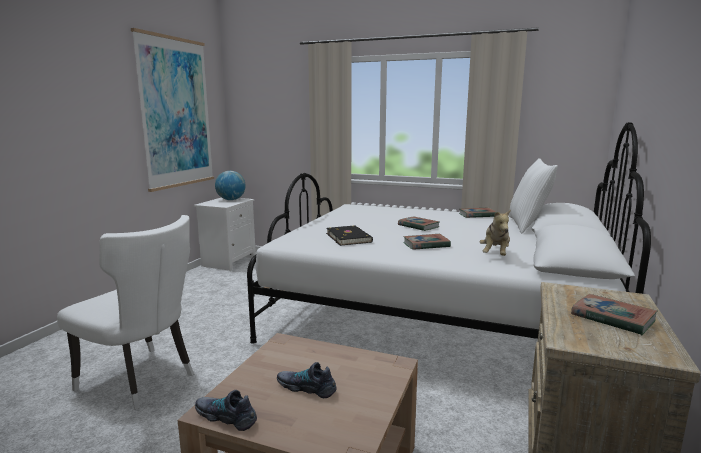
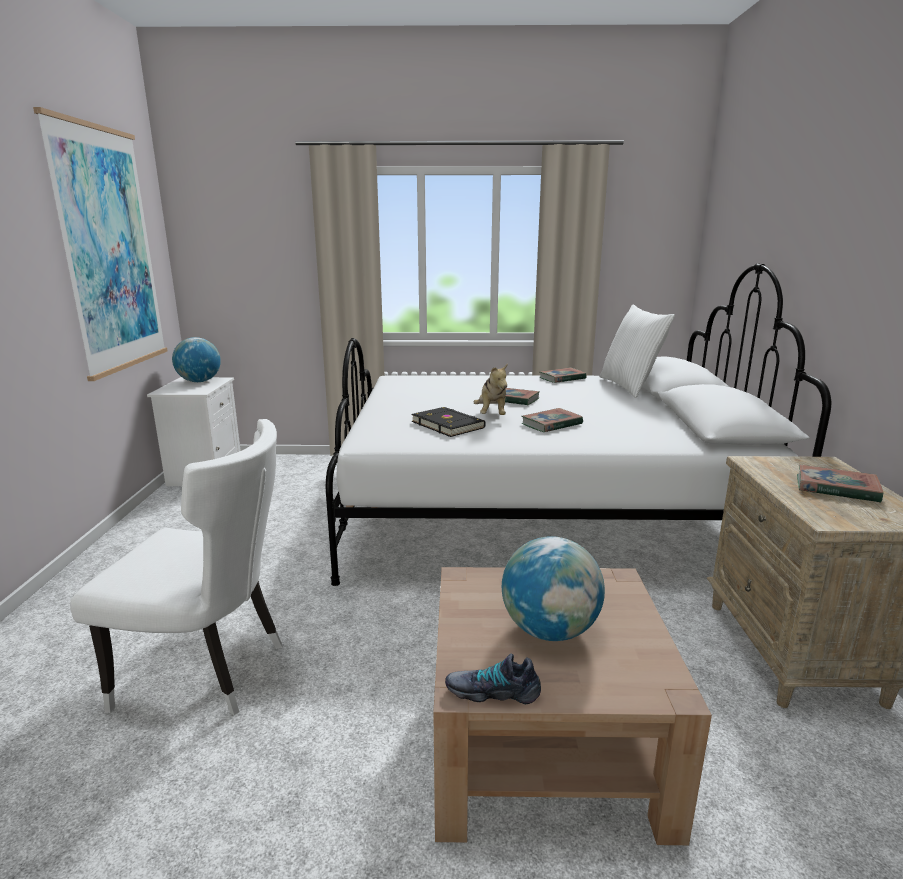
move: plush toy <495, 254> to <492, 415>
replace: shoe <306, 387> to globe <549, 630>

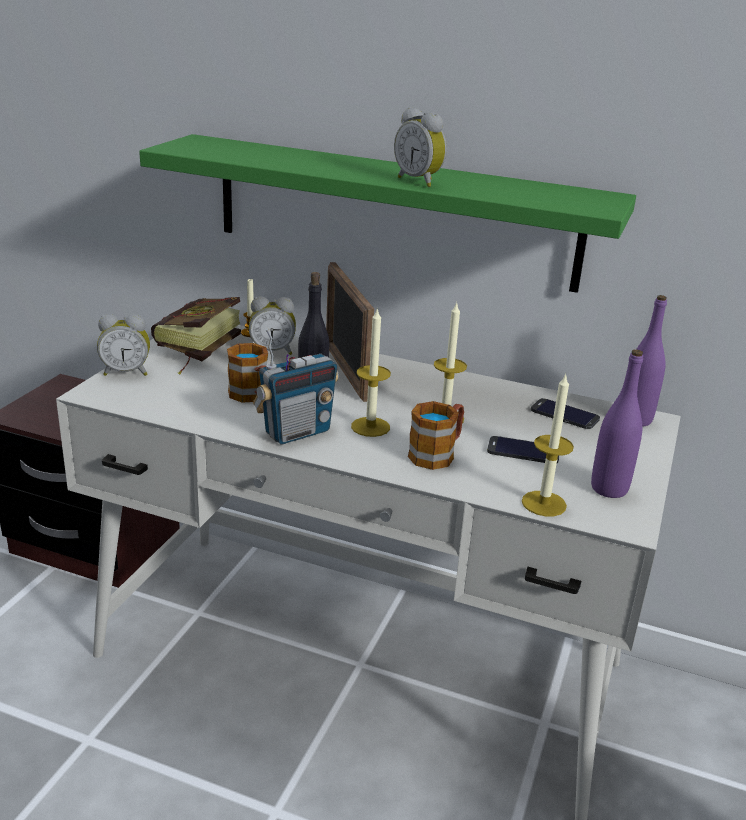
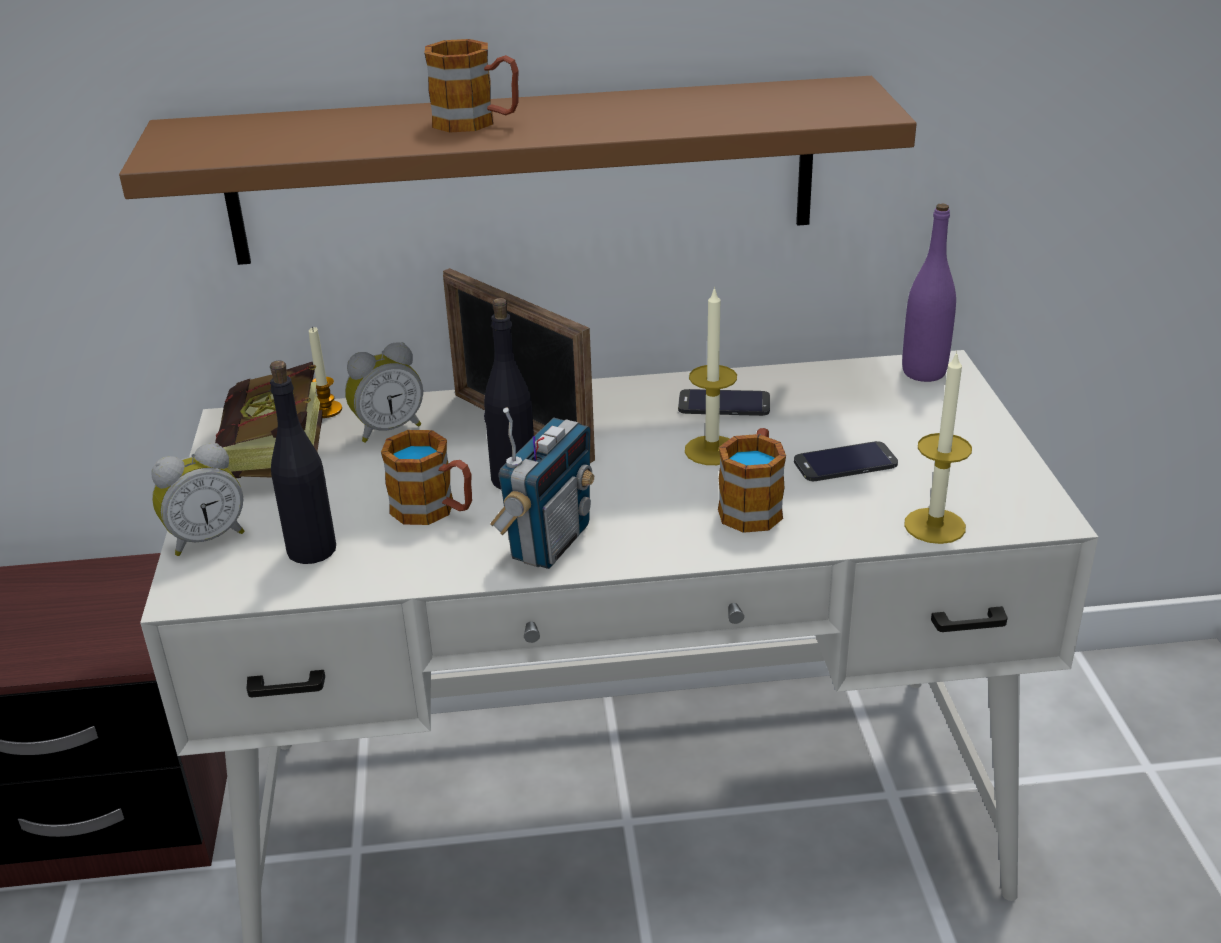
delete: candle <370, 427>; alarm clock <420, 181>; purple bottle <609, 489>
insert: black bottle <312, 549>; mug <476, 123>
move: phone <564, 414> to <724, 404>
recolor: green shelf <393, 211> to brown shelf <523, 171>

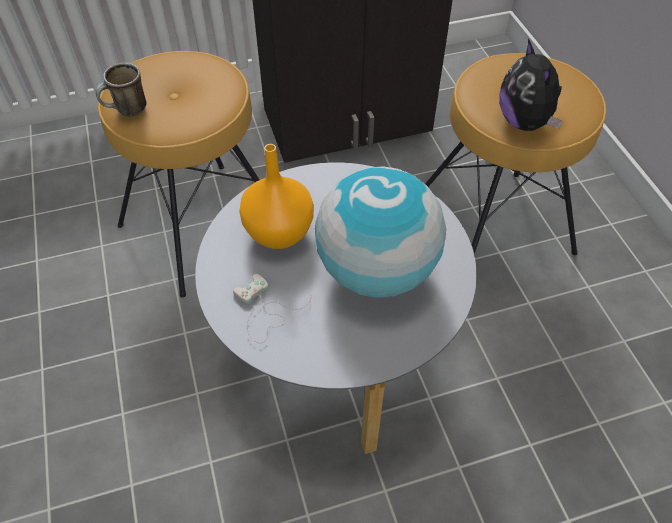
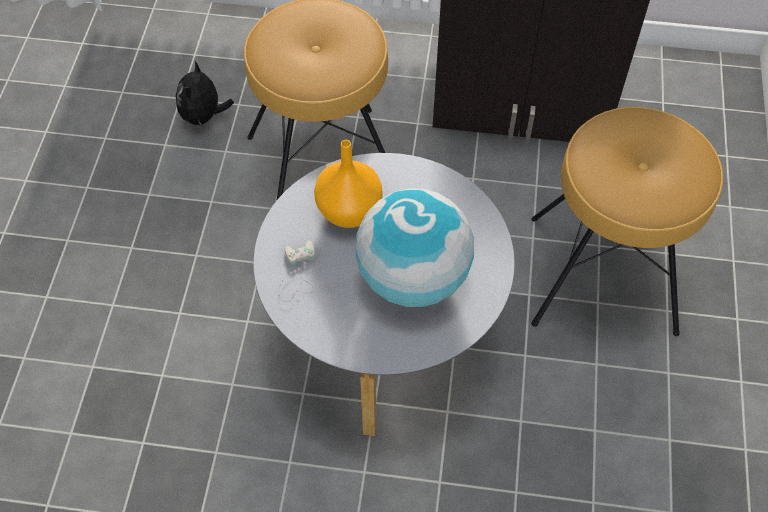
delete: mug <127, 112>
move: plush toy <525, 122> to <204, 117>

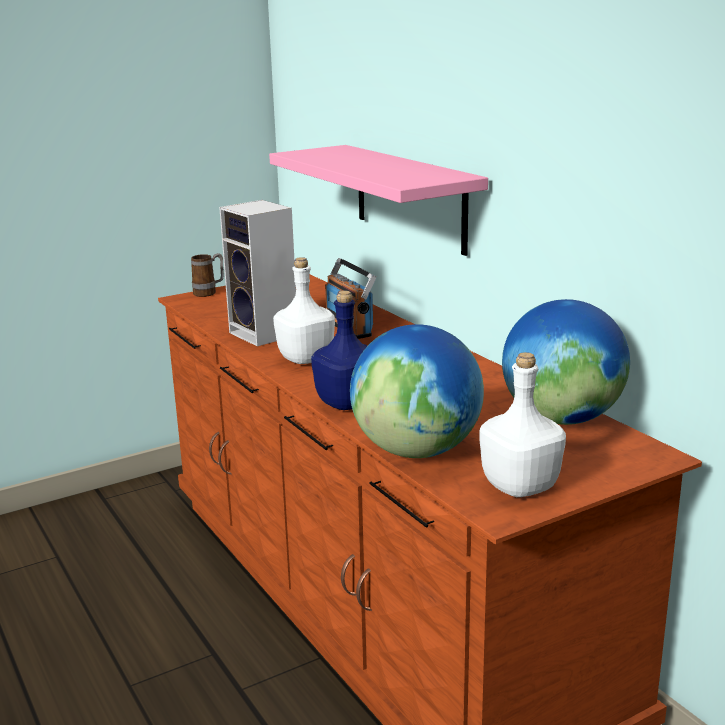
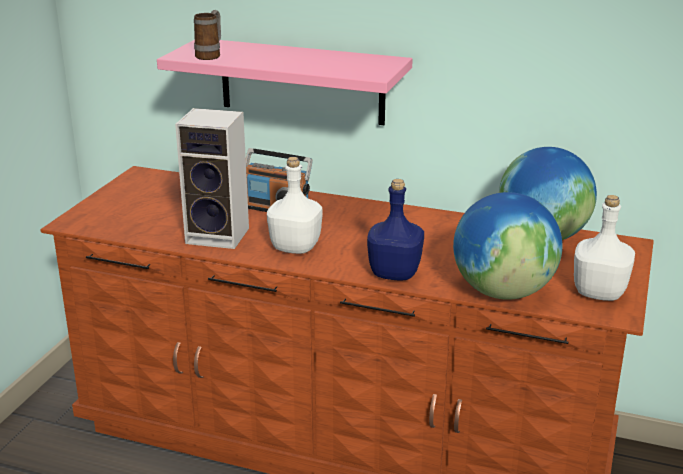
move: mug <209, 293> to <211, 55>

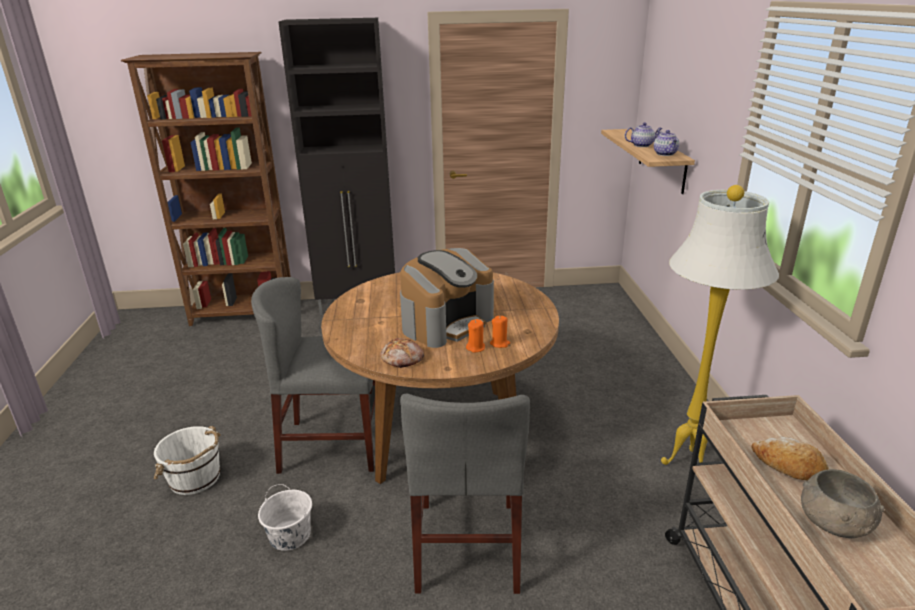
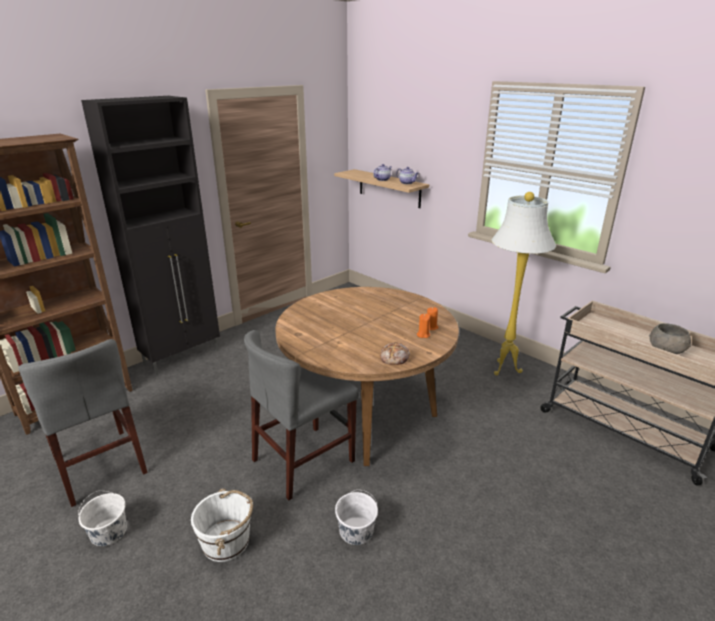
delete: coffee machine <446, 323>; bread <788, 466>
insert: white bucket <108, 532>
move: grey chair <467, 545> to <99, 465>

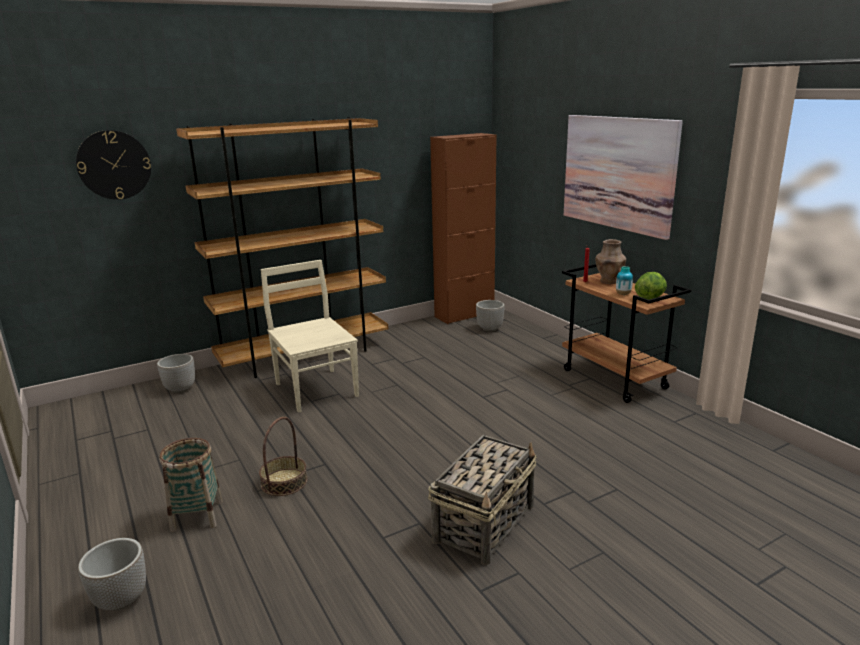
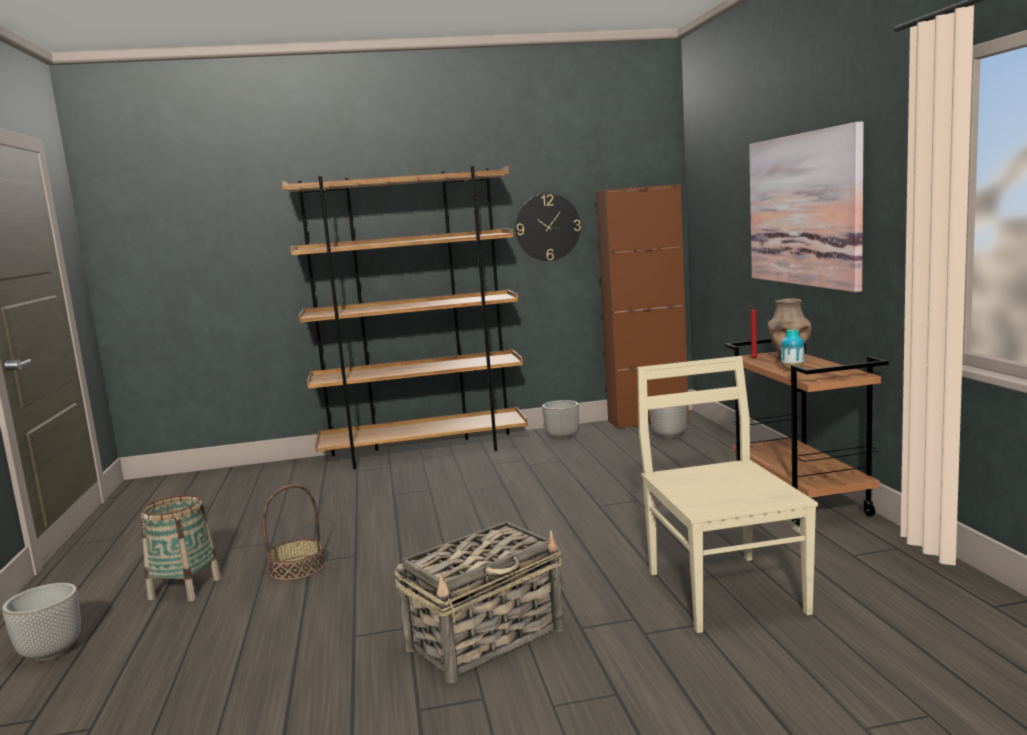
delete: lettuce <650, 298>
move: wall clock <114, 165> to <547, 227>; planter <180, 389> to <562, 437>; beige chair <316, 389> to <724, 589>

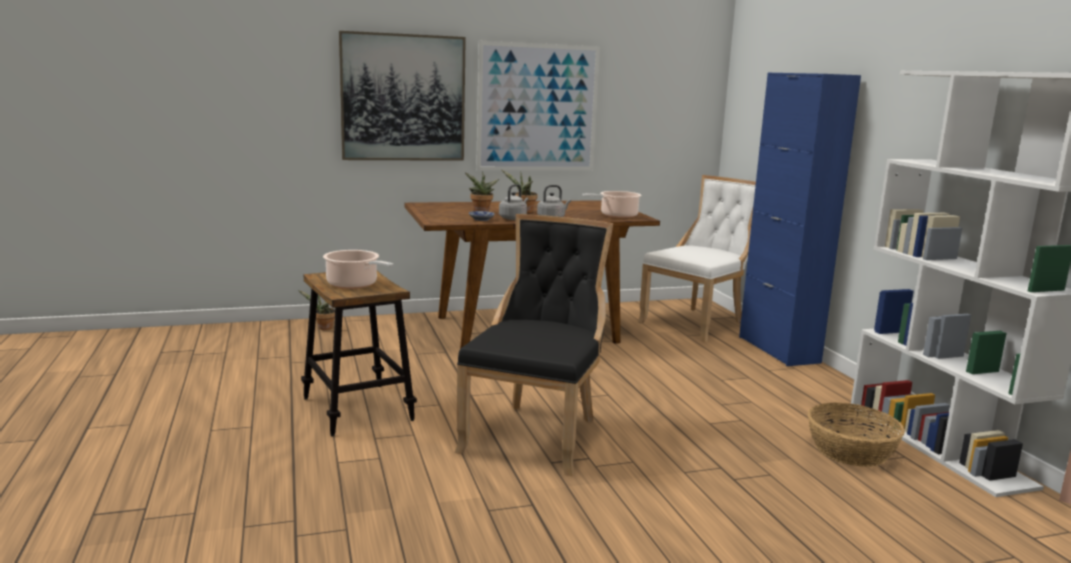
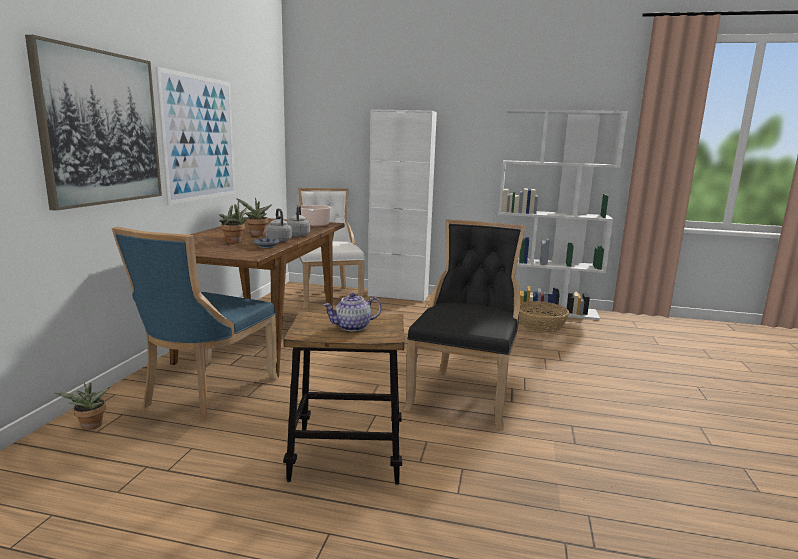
insert: blue chair <206, 393>
replace: cooking pot <354, 285> to teapot <352, 327>
recolor: blue cabinet <778, 349> to white cabinet <398, 295>
rotate: black chair <536, 434> = <464, 394> 60 degrees clockwise

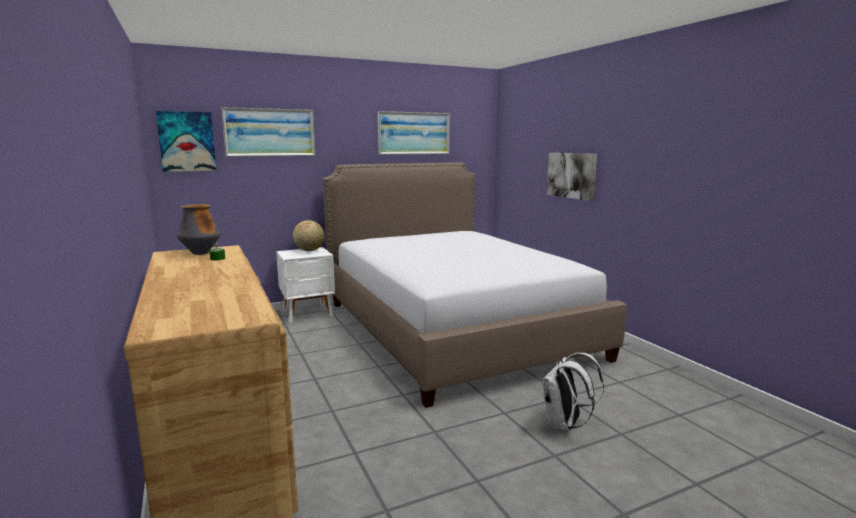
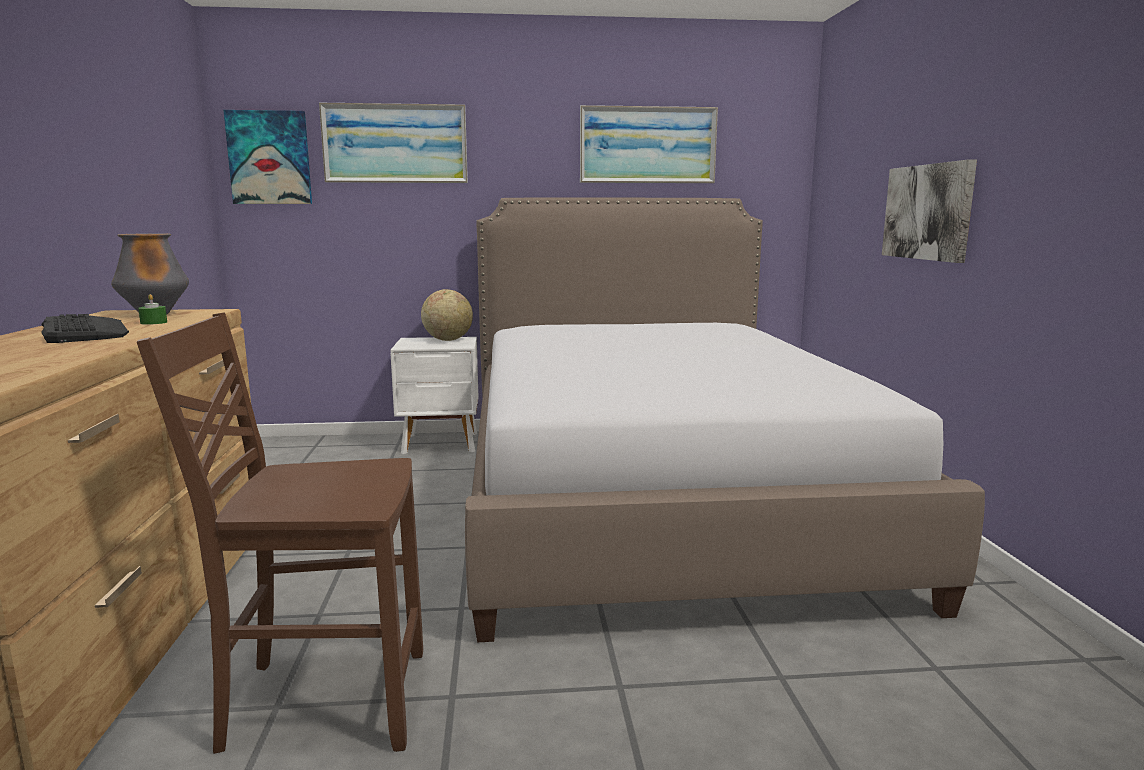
delete: white backpack <565, 425>
insert: keyboard <83, 331>; brown chair <323, 700>

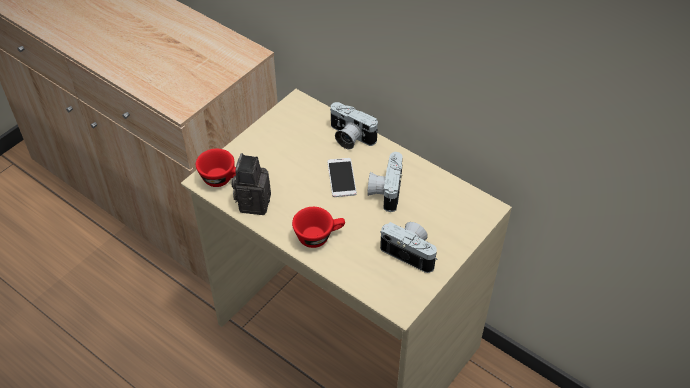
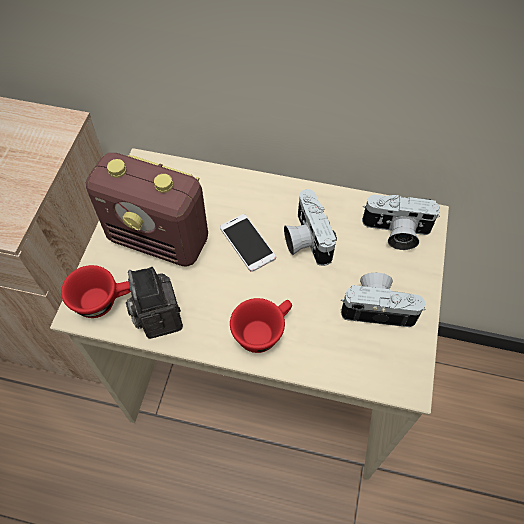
insert: radio <159, 239>
move: photo camera <349, 137> to <395, 232>

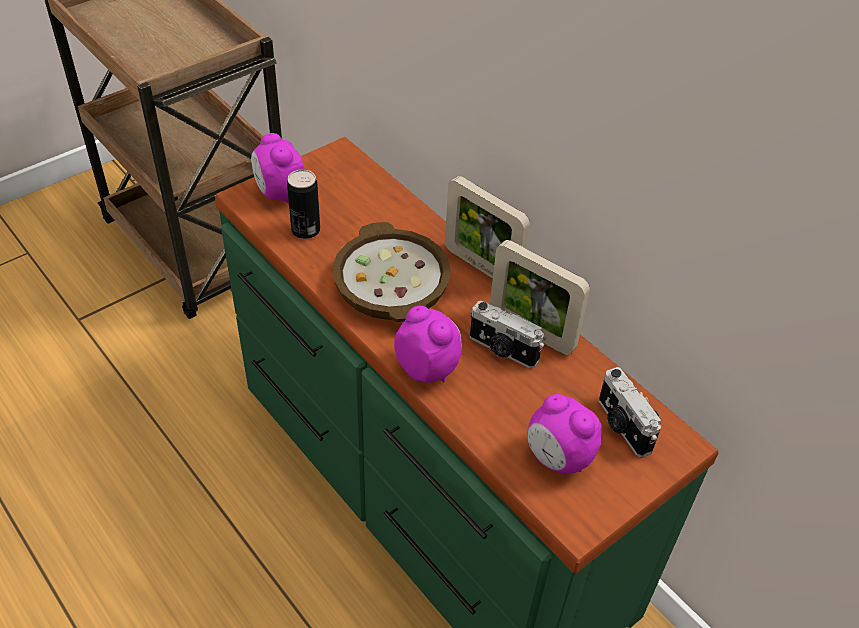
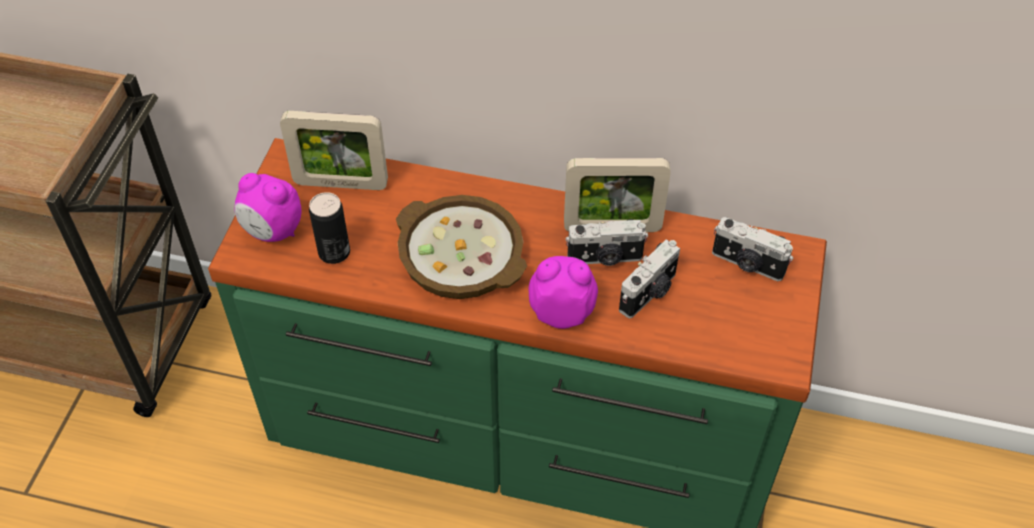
delete: alarm clock <558, 458>
insert: photo camera <649, 293>
move: picture frame <481, 267> to <341, 184>

